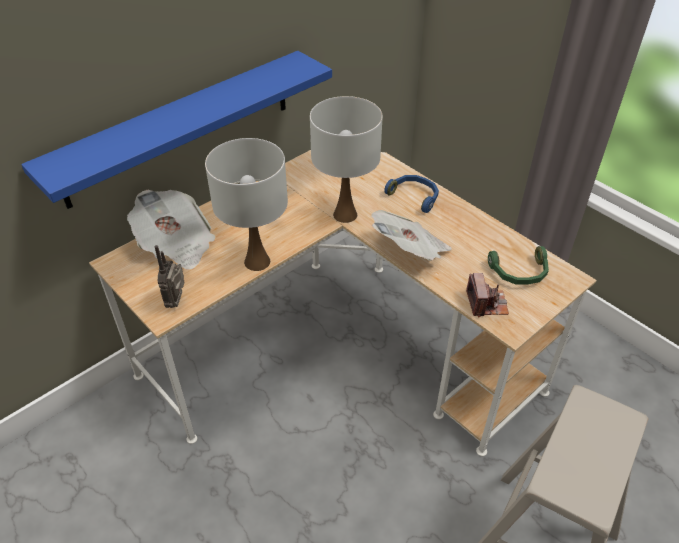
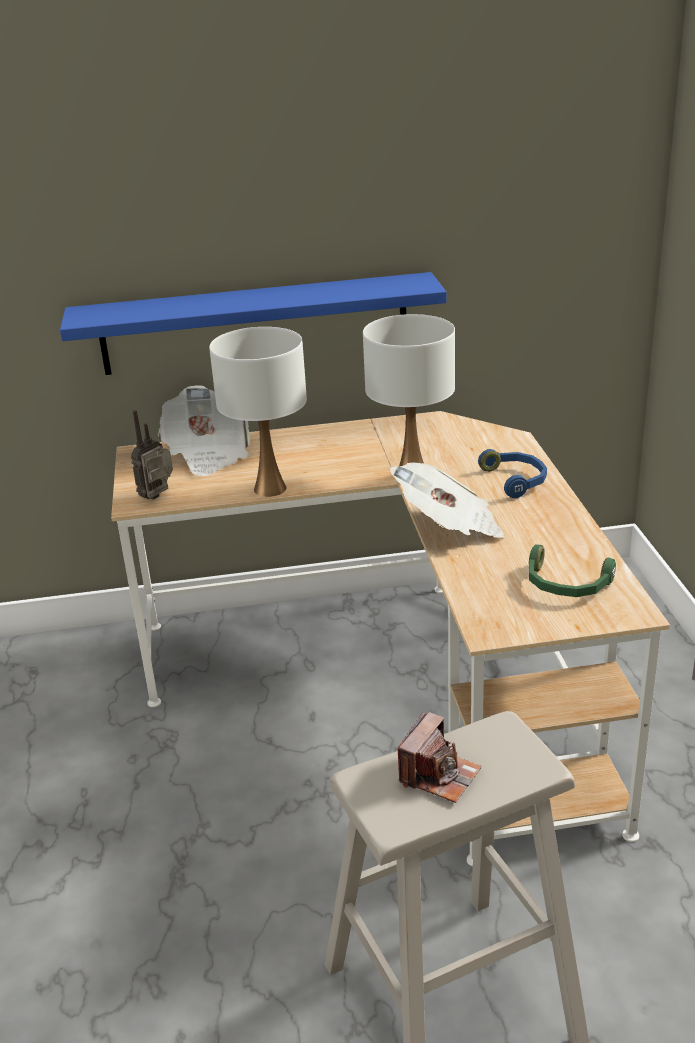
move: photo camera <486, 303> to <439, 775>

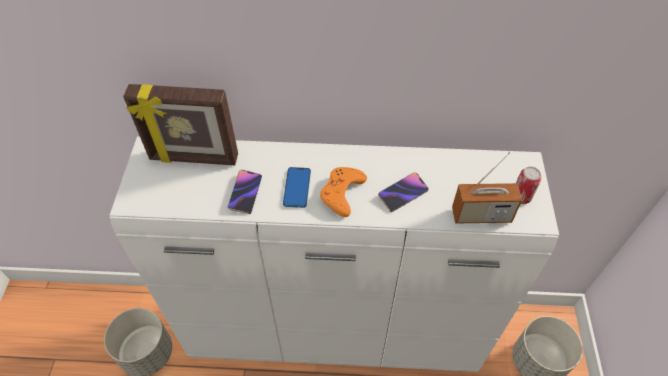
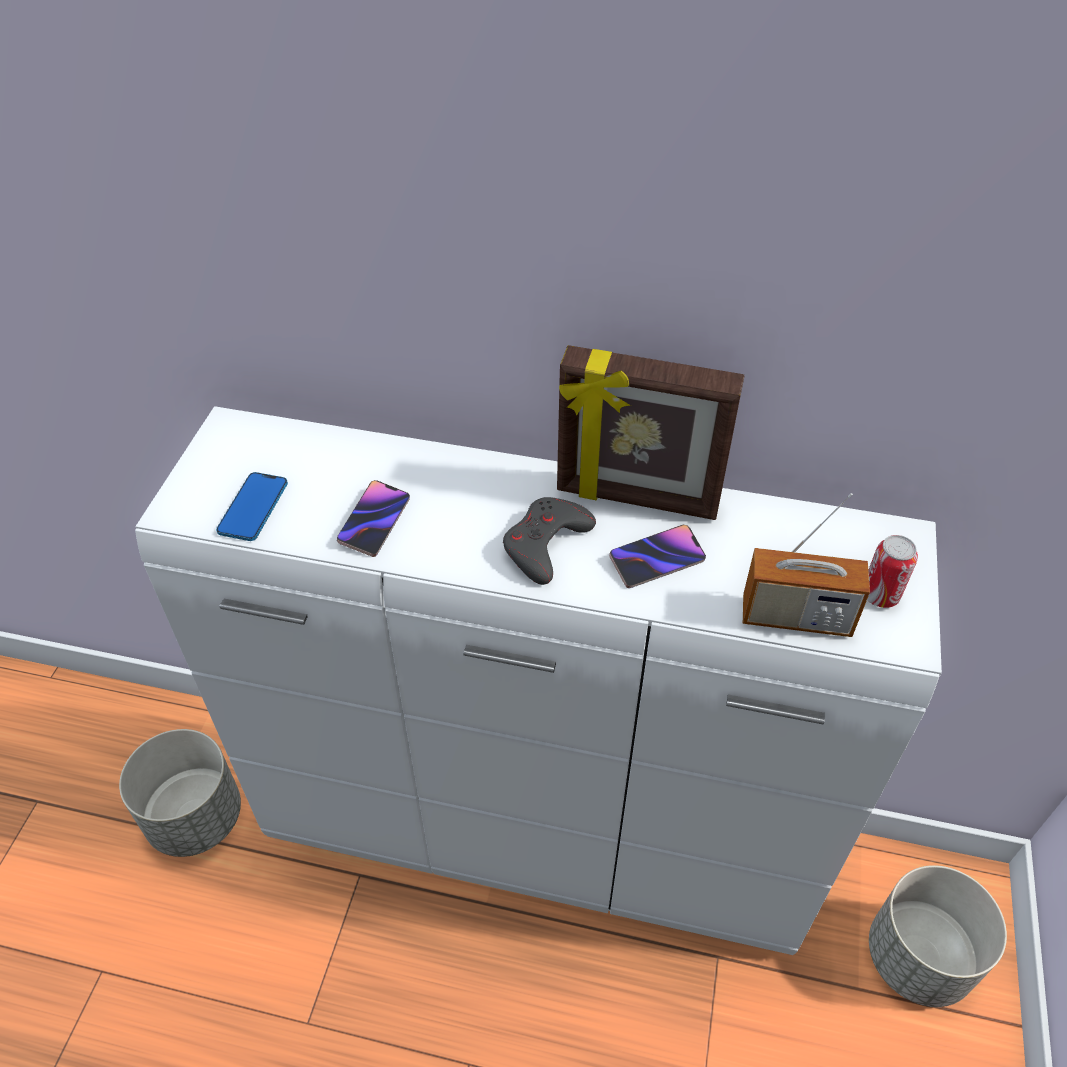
move: phone <297, 188> to <253, 508>; picture frame <193, 158> to <637, 499>
recolor: orange game controller <342, 193> to grey game controller <545, 544>

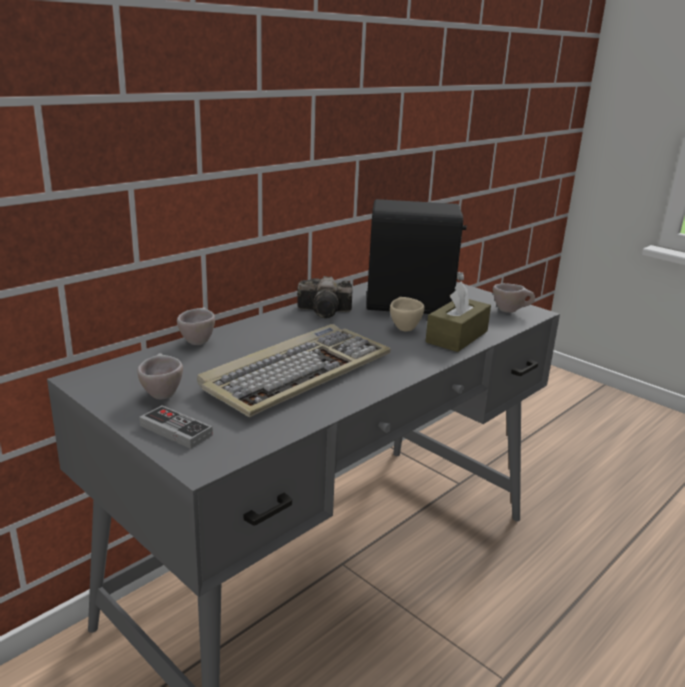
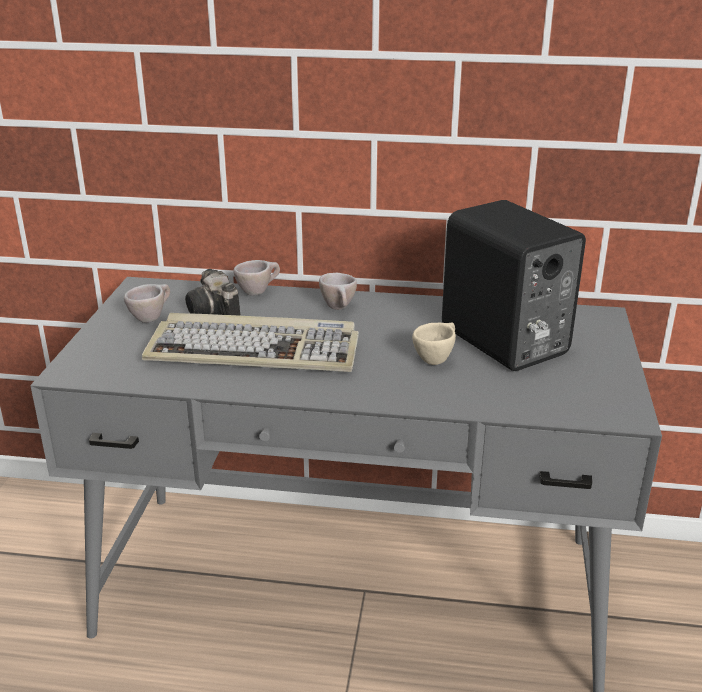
delete: game controller <176, 430>; brown tissue box <457, 337>
move: photo camera <326, 311> to <215, 311>; beige cup <511, 311> to <340, 309>

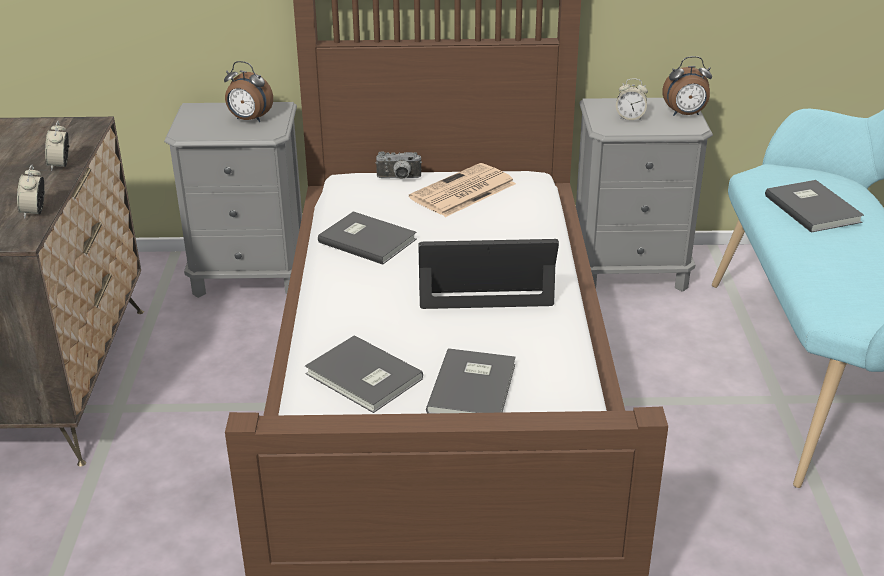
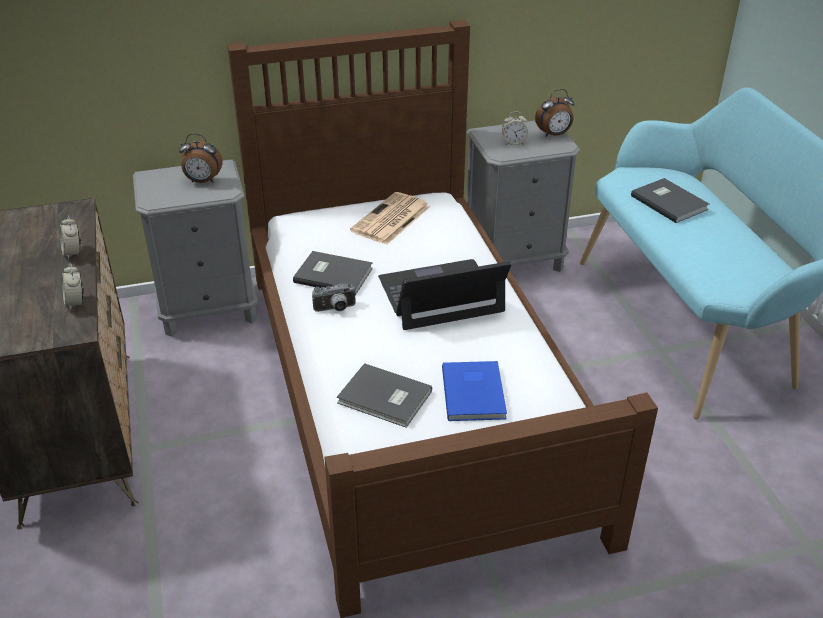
move: photo camera <399, 178> to <335, 309>
recolor: grey book <475, 388> to blue book <475, 392>

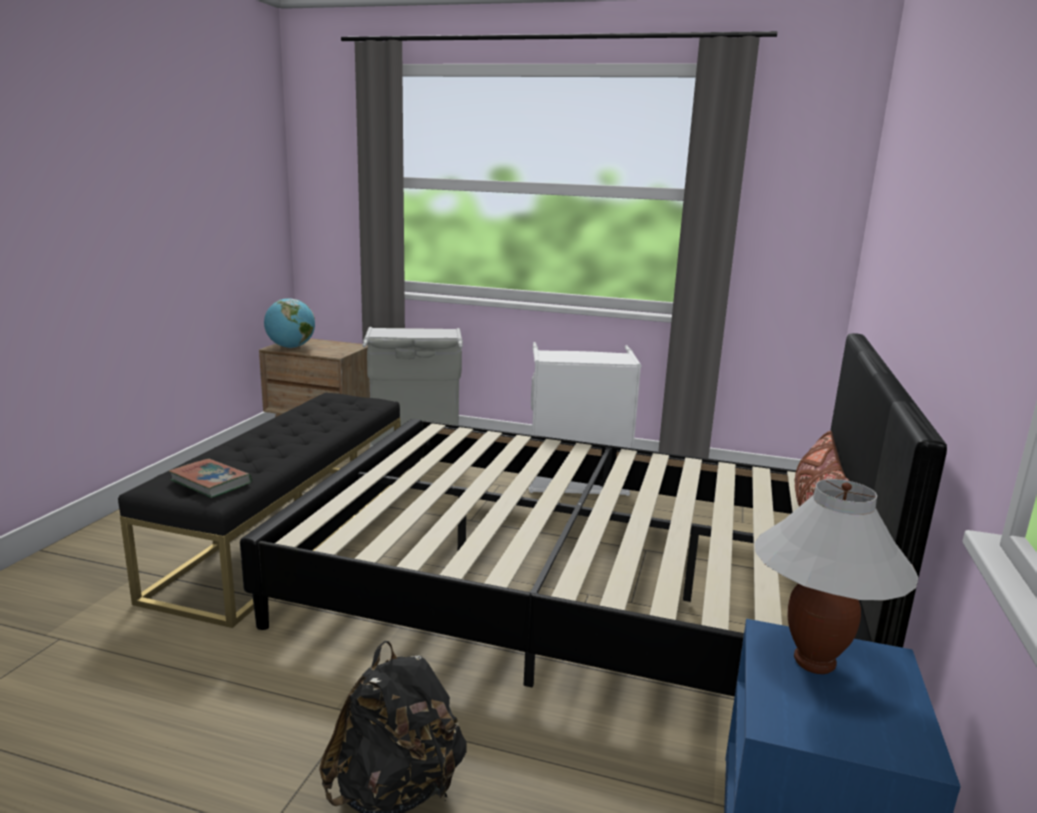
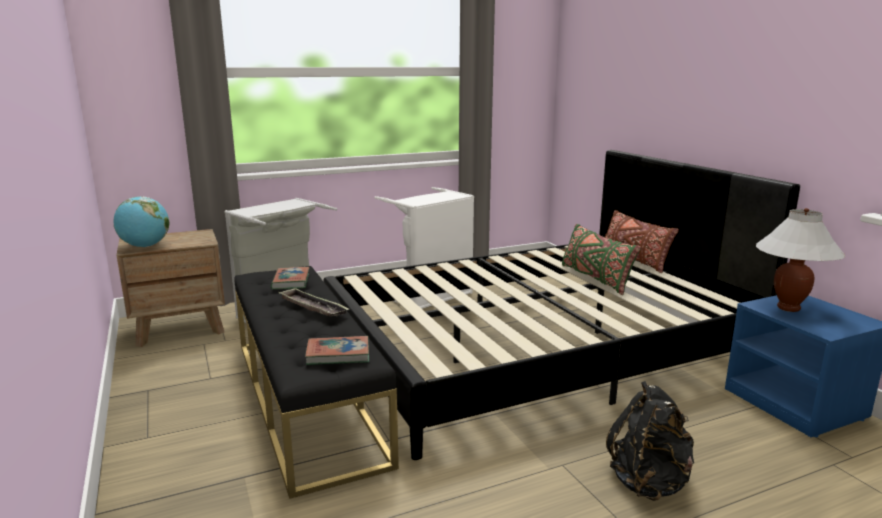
insert: book <291, 281>; tray <313, 307>; green pillow <595, 278>

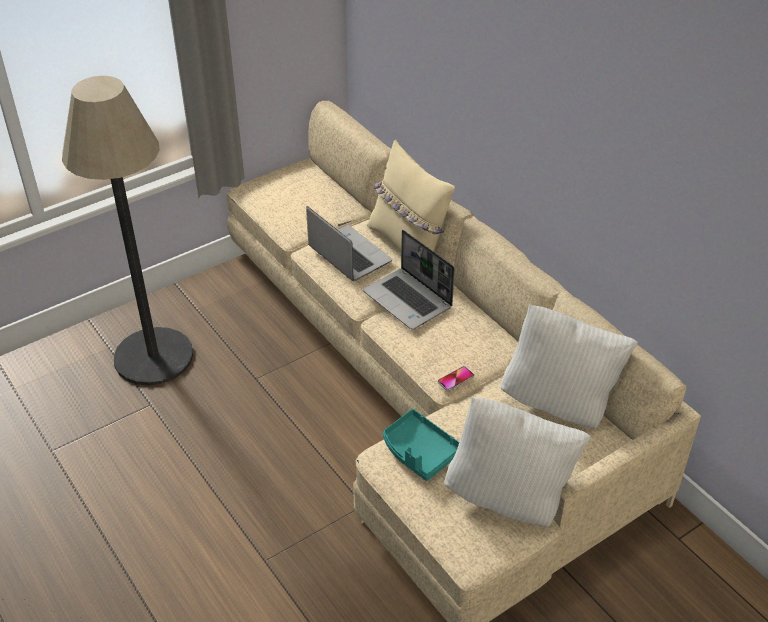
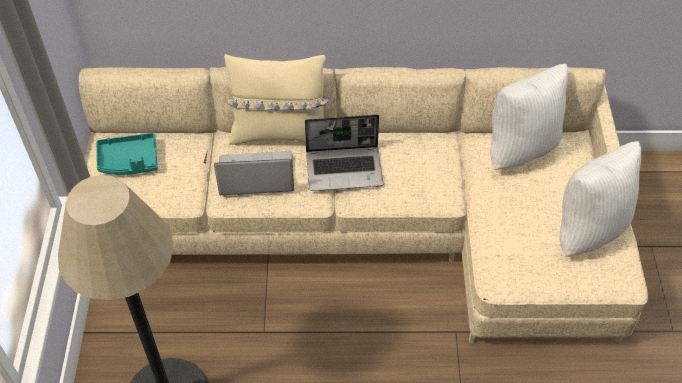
delete: phone <455, 379>
move: turquoise tray <419, 452> to <129, 161>

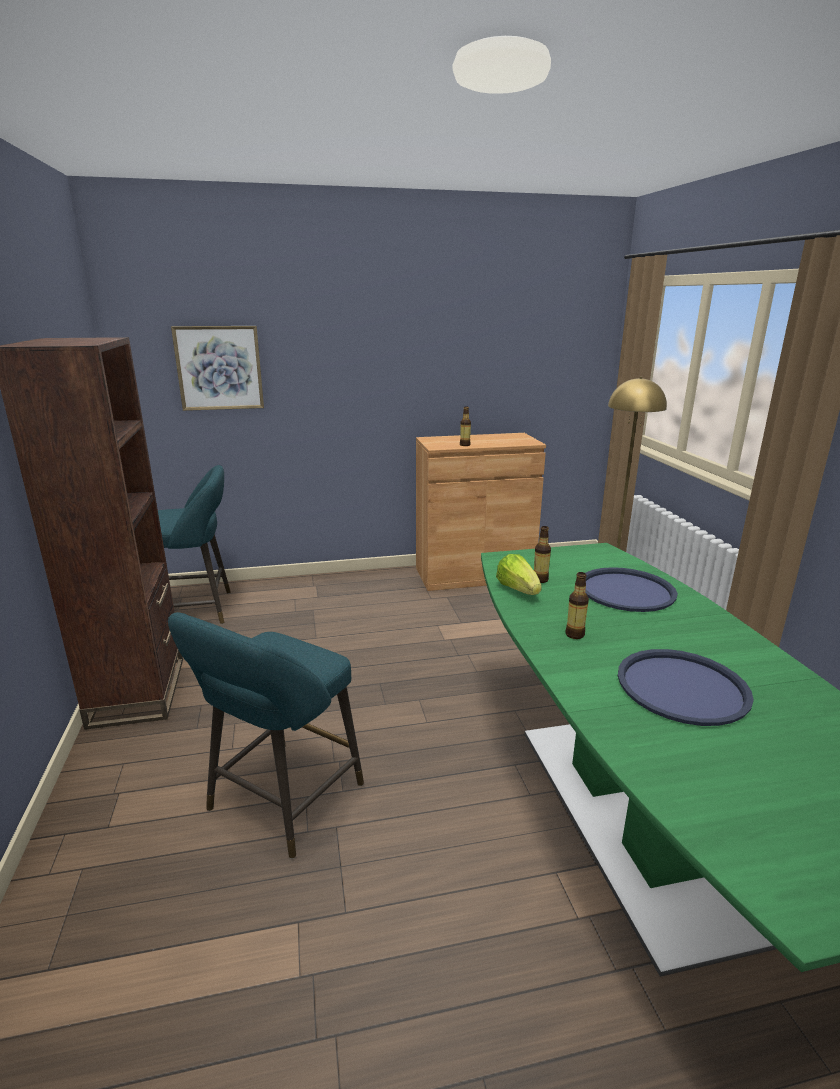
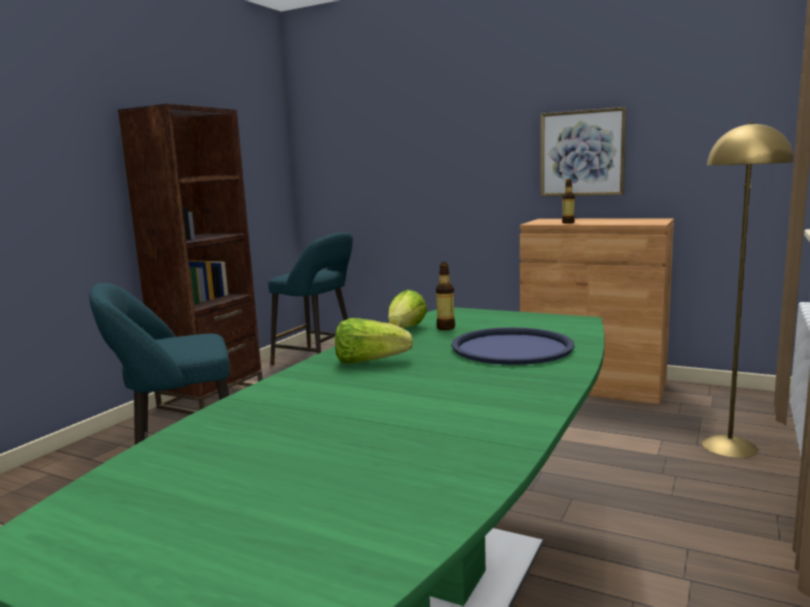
delete: blue tray <682, 687>
move: picture <219, 368> to <582, 153>
replace: bottle <574, 634> to lettuce <369, 361>

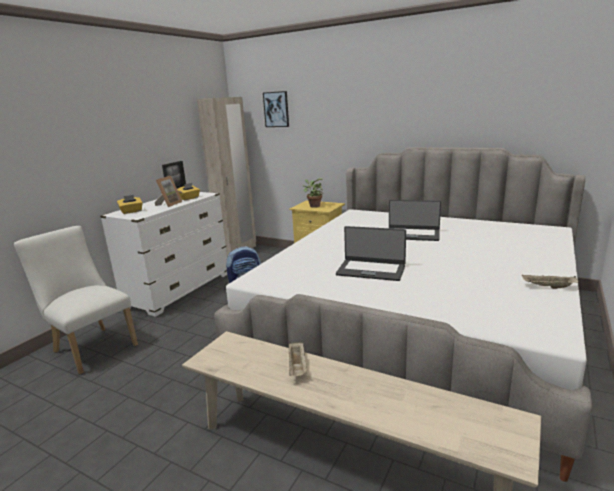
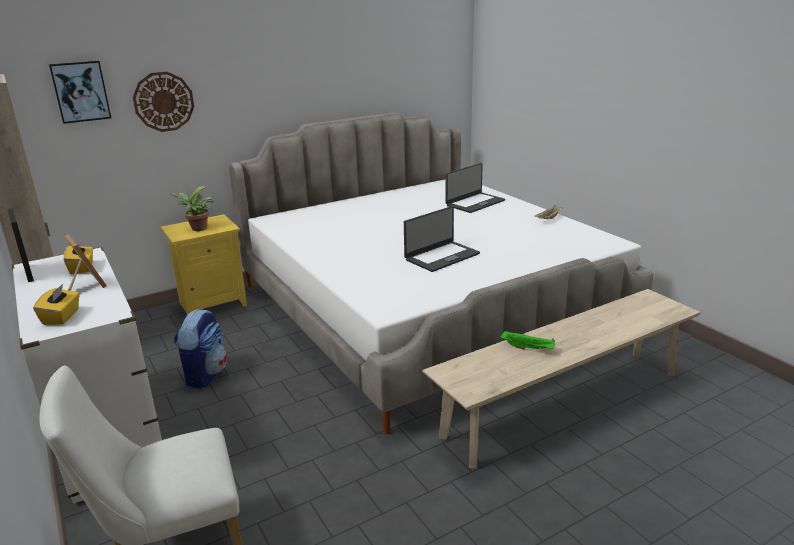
insert: wall clock <163, 101>
move: laptop <412, 234> to <474, 203>
recolor: beige tray <297, 367> to green tray <528, 348>

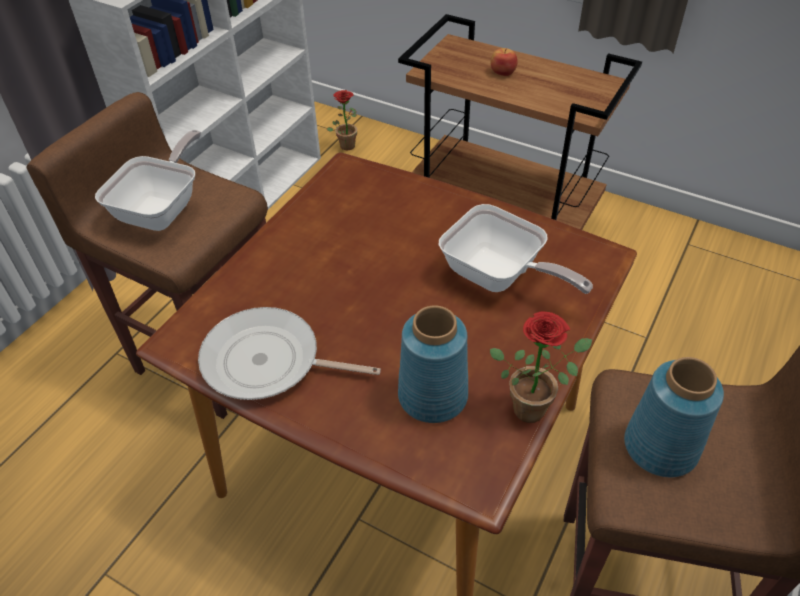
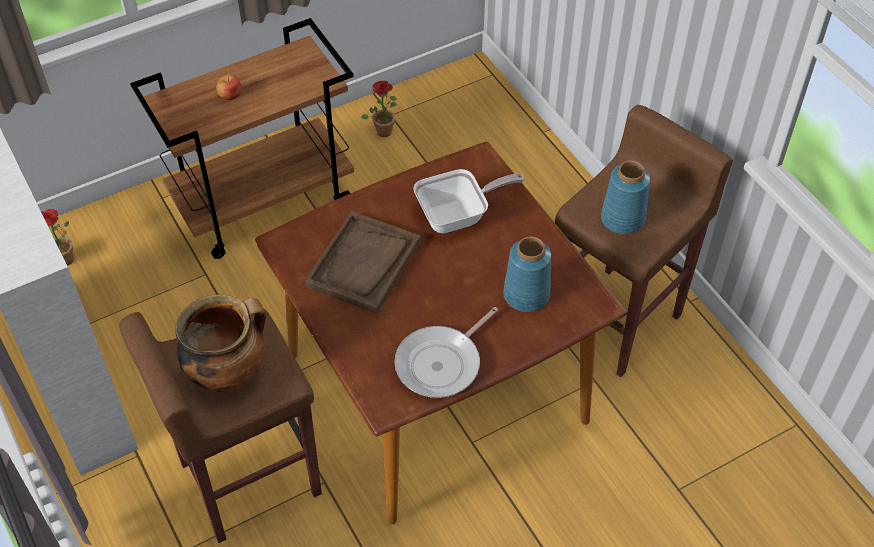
insert: brown tray <364, 264>
move: potted plant <534, 405> to <384, 129>
replace: frying pan <163, 209> to cooking pot <228, 372>

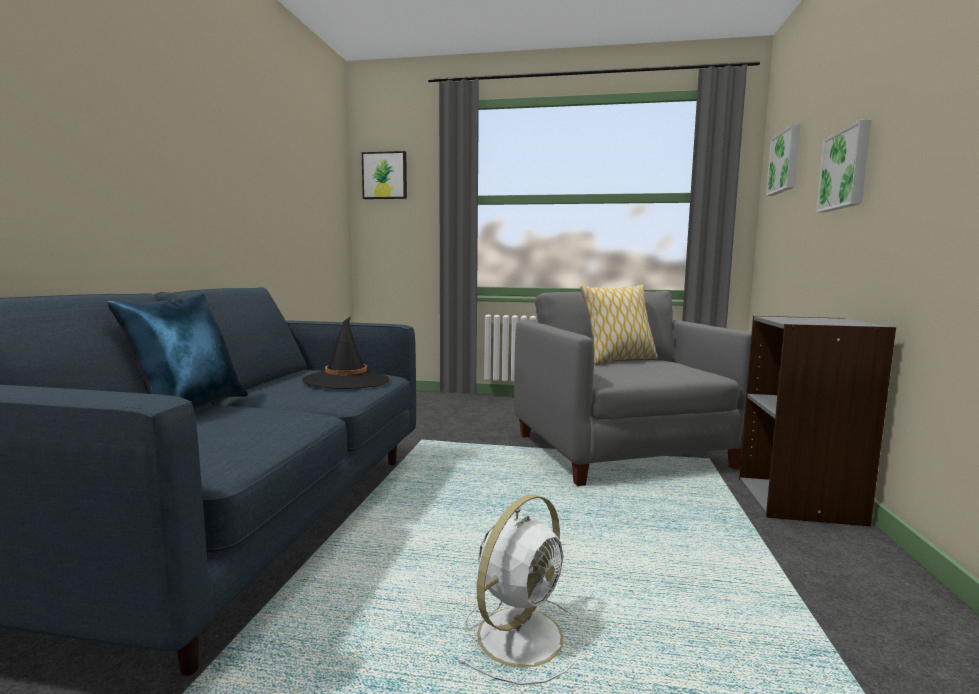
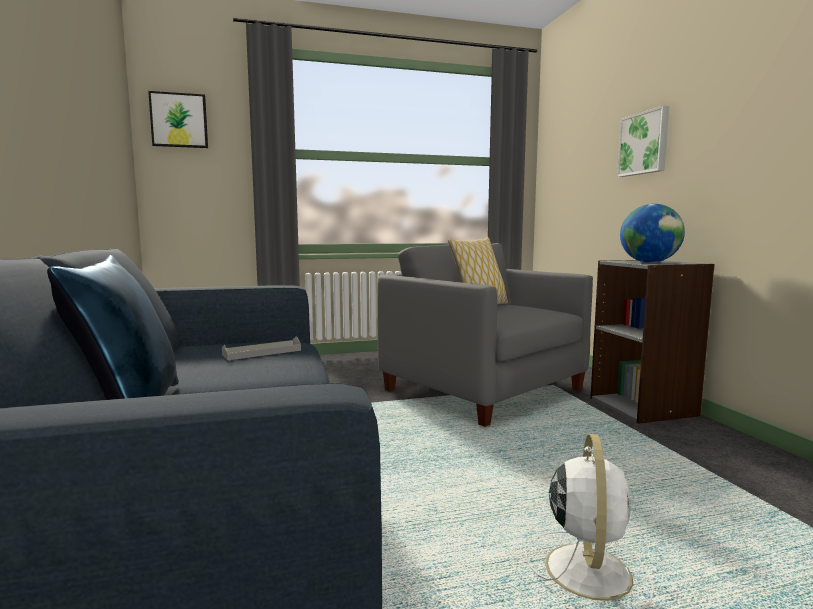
delete: picture <785, 162>
insert: globe <649, 262>
replace: black hat <347, 381> to grey tray <262, 352>

